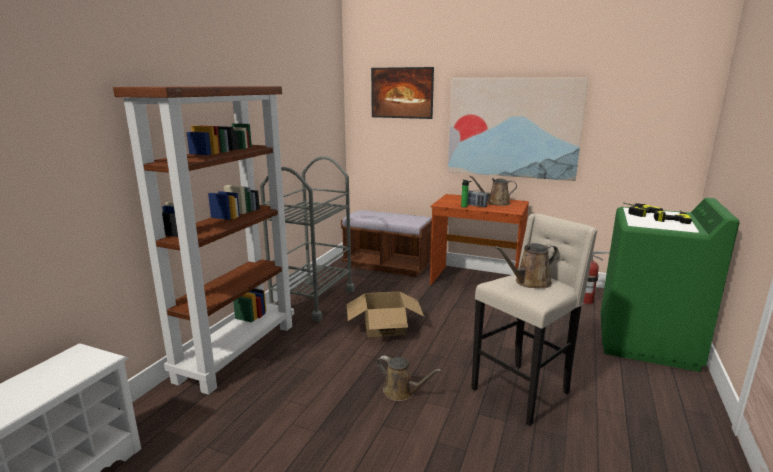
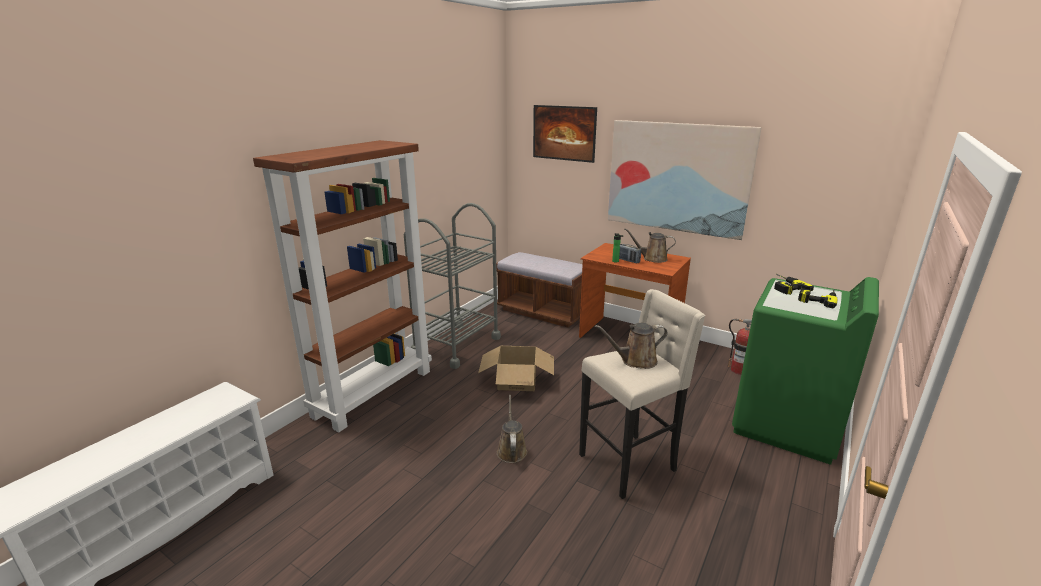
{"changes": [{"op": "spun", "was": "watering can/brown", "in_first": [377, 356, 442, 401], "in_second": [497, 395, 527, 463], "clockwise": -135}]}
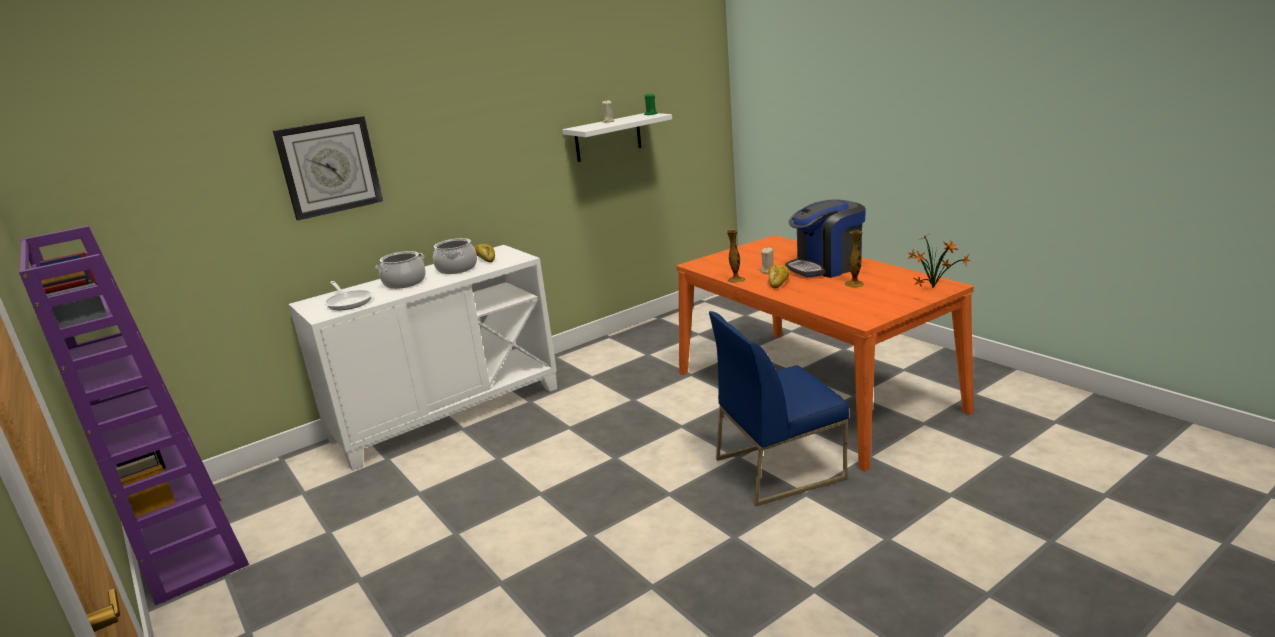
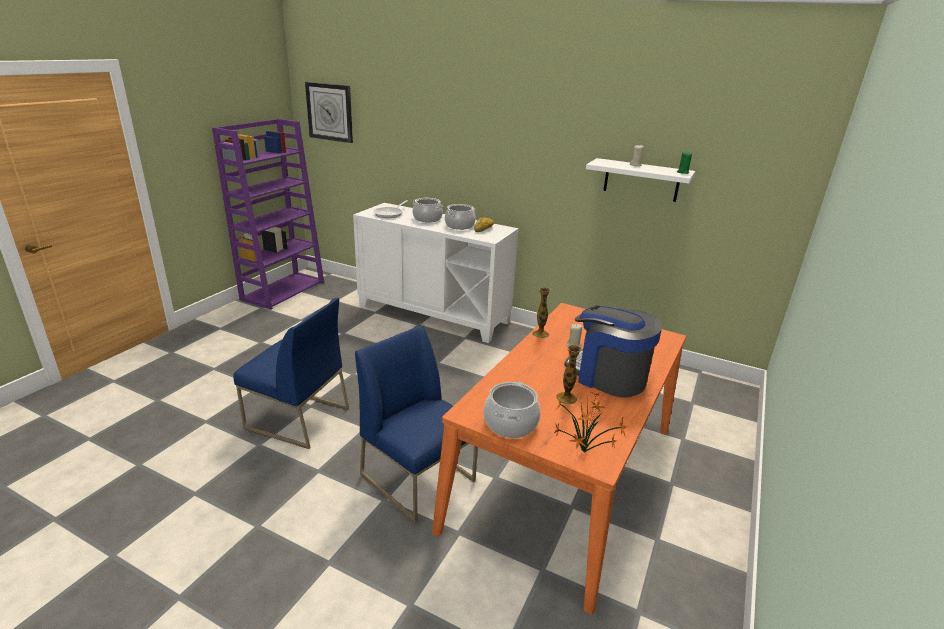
{"changes": [{"op": "appeared", "now": "chair/blue", "in_second": [233, 298, 349, 449]}, {"op": "relocated", "was": "wall clock", "in_first": [273, 116, 383, 220], "in_second": [305, 82, 353, 143]}, {"op": "appeared", "now": "cooking pot", "in_second": [484, 382, 541, 438]}, {"op": "missing", "was": "bread", "in_first": [768, 265, 790, 288]}]}
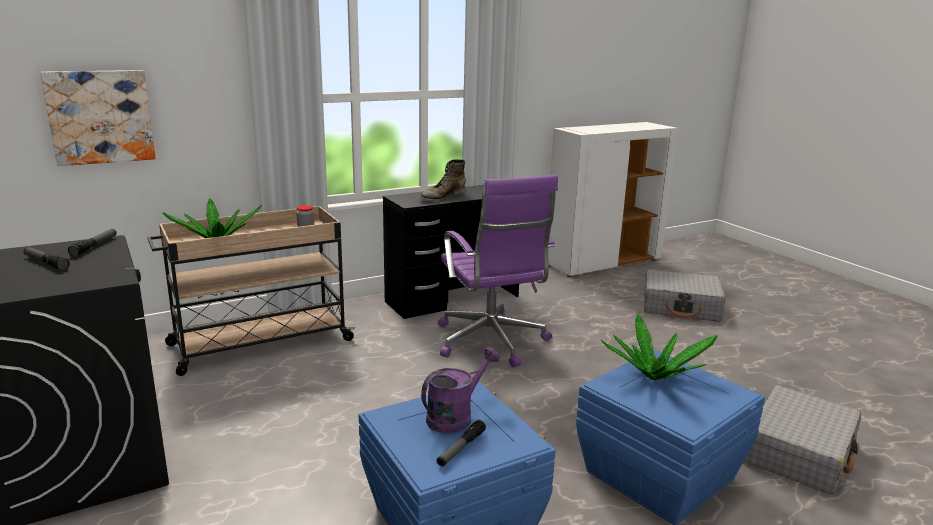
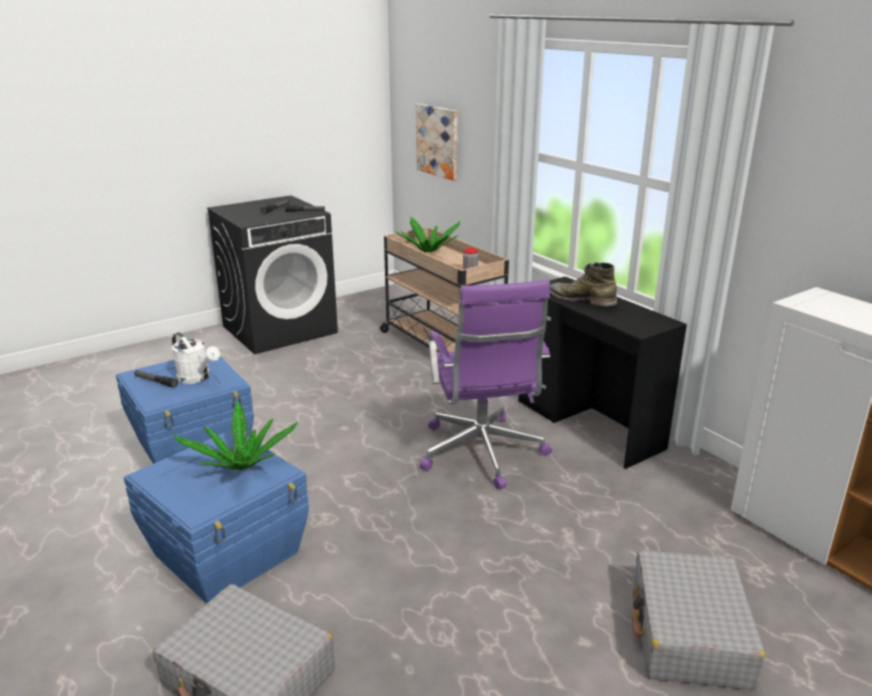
{"changes": [{"op": "colour", "was": "watering can/purple", "now": "watering can/white", "in_first": [421, 347, 500, 433], "in_second": [172, 332, 220, 384]}, {"op": "spun", "was": "office chair/purple", "in_first": [438, 175, 558, 367], "in_second": [420, 280, 552, 489], "clockwise": -75}]}
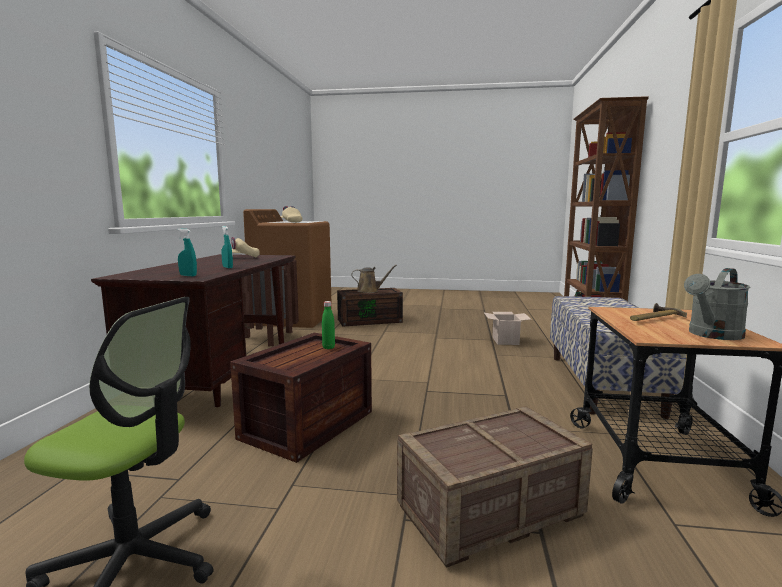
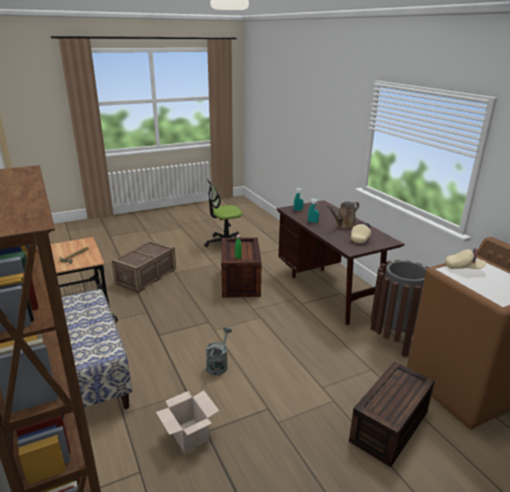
{"changes": [{"op": "relocated", "was": "watering can/grey", "in_first": [684, 268, 751, 340], "in_second": [206, 327, 232, 375]}, {"op": "relocated", "was": "watering can/brown", "in_first": [351, 265, 397, 293], "in_second": [327, 201, 359, 229]}]}
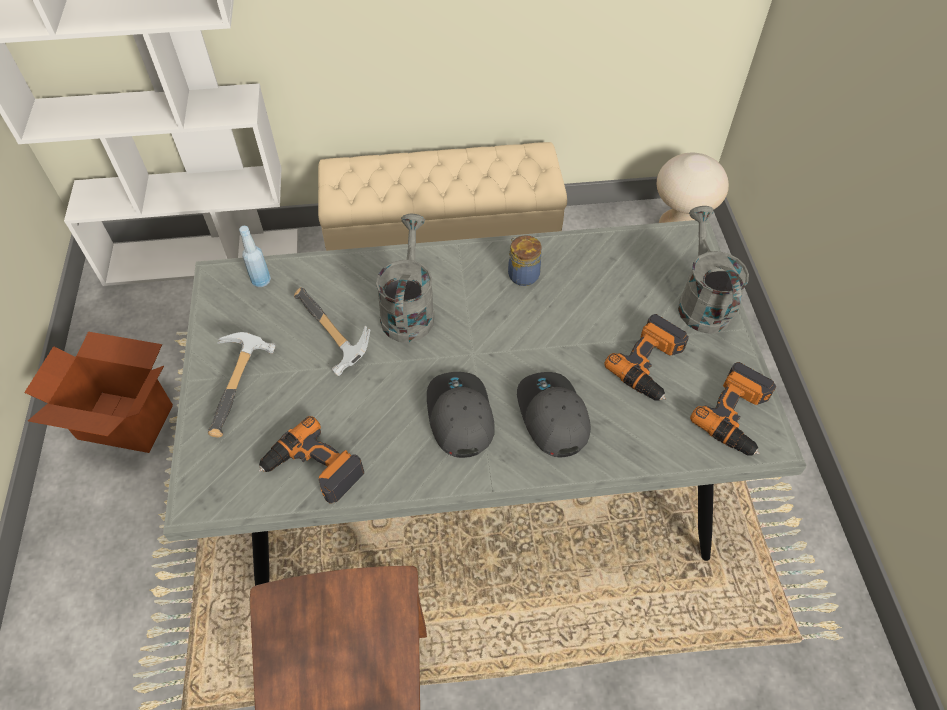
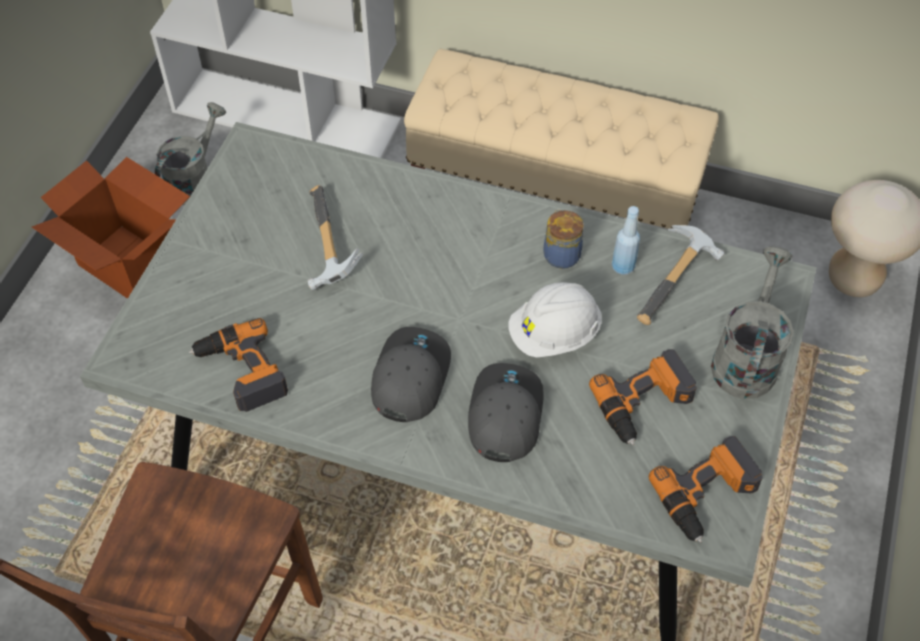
{"changes": [{"op": "relocated", "was": "watering can/grey", "in_first": [376, 214, 435, 343], "in_second": [155, 102, 226, 205]}, {"op": "appeared", "now": "hard hat/white", "in_second": [508, 282, 602, 358]}, {"op": "relocated", "was": "bottle/blue", "in_first": [239, 226, 271, 287], "in_second": [612, 206, 640, 275]}, {"op": "relocated", "was": "hammer", "in_first": [208, 332, 276, 438], "in_second": [637, 225, 725, 325]}]}
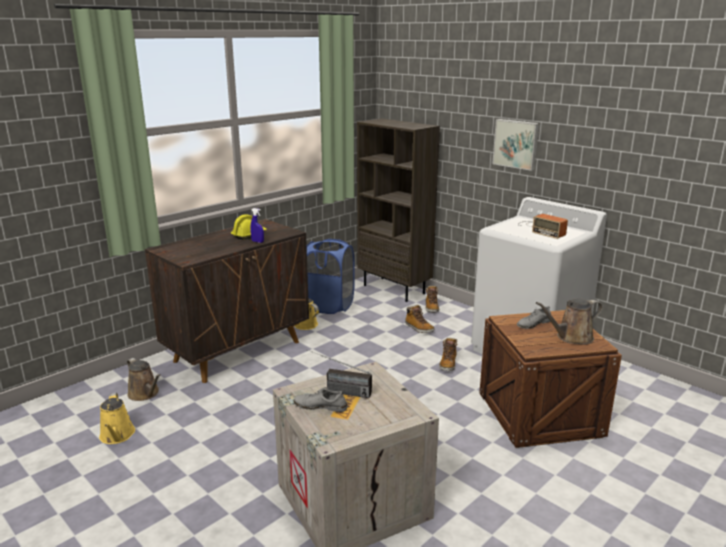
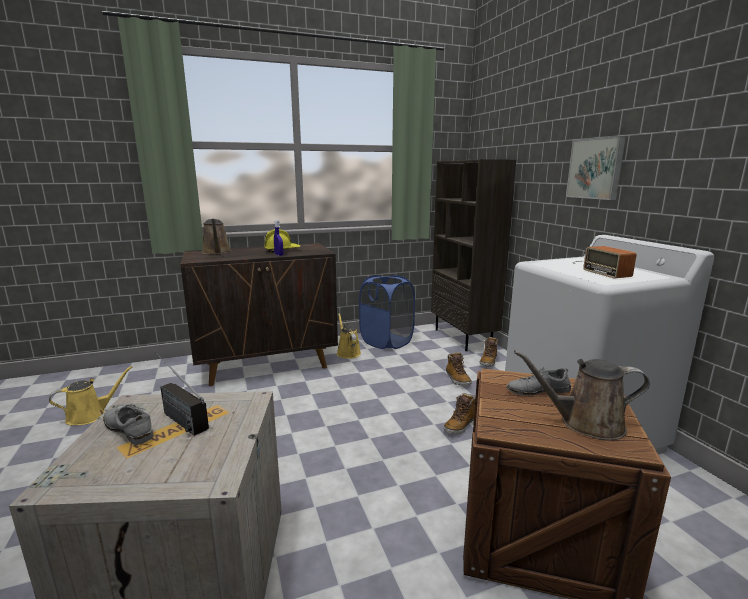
{"changes": [{"op": "spun", "was": "watering can/yellow", "in_first": [99, 393, 135, 444], "in_second": [49, 366, 132, 425], "clockwise": -135}, {"op": "relocated", "was": "watering can/brown", "in_first": [127, 358, 161, 401], "in_second": [202, 219, 232, 254]}]}
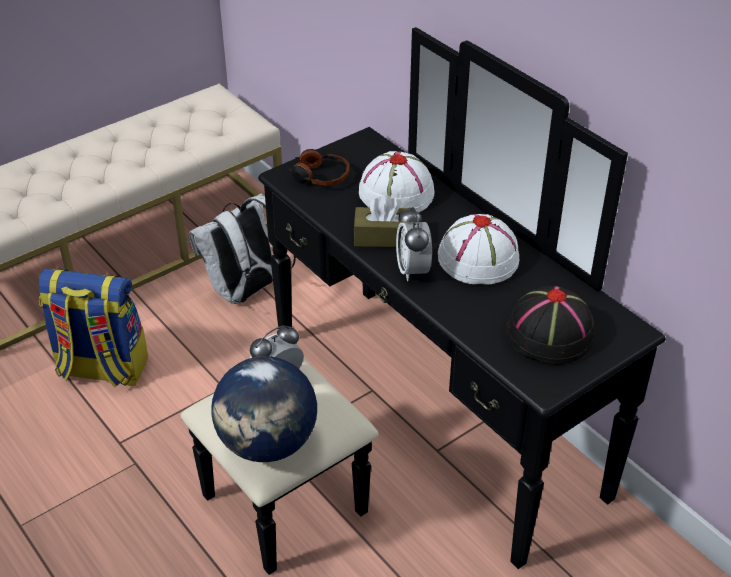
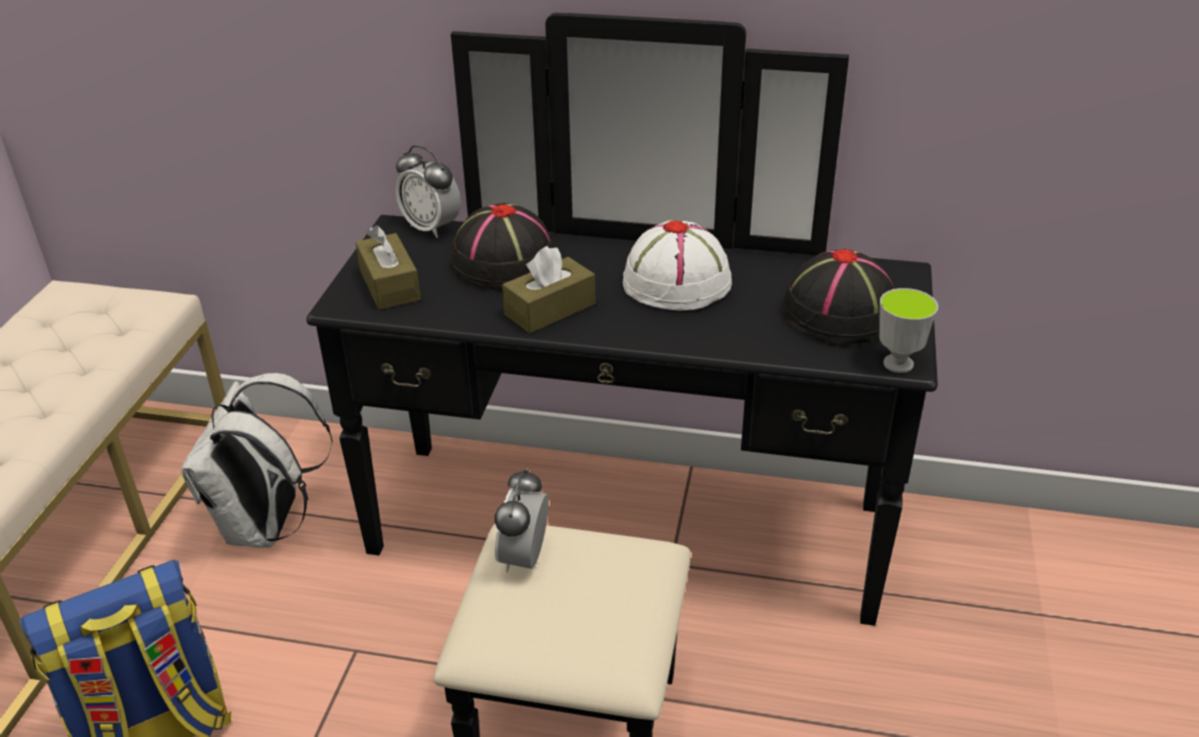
{"changes": [{"op": "exchanged", "was": "headphones", "now": "tissue box/brown", "in_first": [287, 149, 349, 186], "in_second": [356, 225, 421, 310]}, {"op": "relocated", "was": "alarm clock", "in_first": [396, 207, 432, 281], "in_second": [396, 145, 461, 238]}, {"op": "colour", "was": "hat/white", "now": "hat/black", "in_first": [359, 151, 434, 212], "in_second": [450, 203, 553, 289]}, {"op": "appeared", "now": "cup", "in_second": [879, 288, 938, 373]}, {"op": "missing", "was": "globe", "in_first": [211, 356, 317, 462]}]}
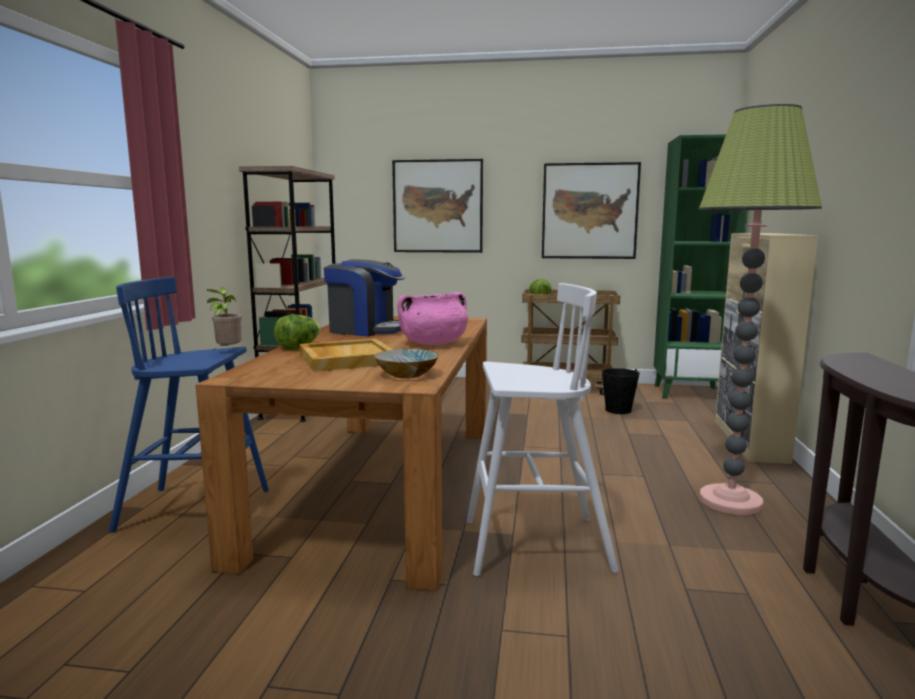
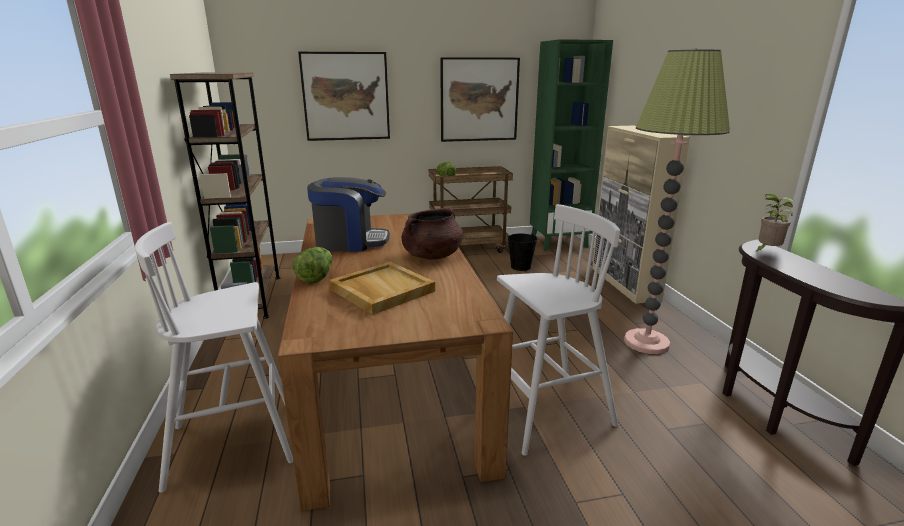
{"changes": [{"op": "colour", "was": "stool/blue", "now": "stool/white", "in_first": [109, 277, 269, 533], "in_second": [135, 222, 293, 493]}, {"op": "colour", "was": "cooking pot/pink", "now": "cooking pot/brown", "in_first": [397, 292, 468, 345], "in_second": [402, 207, 463, 259]}, {"op": "relocated", "was": "potted plant", "in_first": [206, 287, 242, 346], "in_second": [755, 194, 794, 252]}, {"op": "missing", "was": "bowl", "in_first": [374, 349, 439, 379]}]}
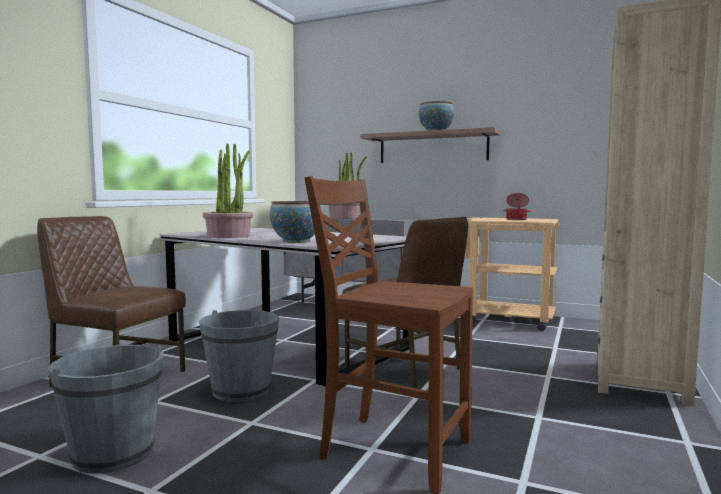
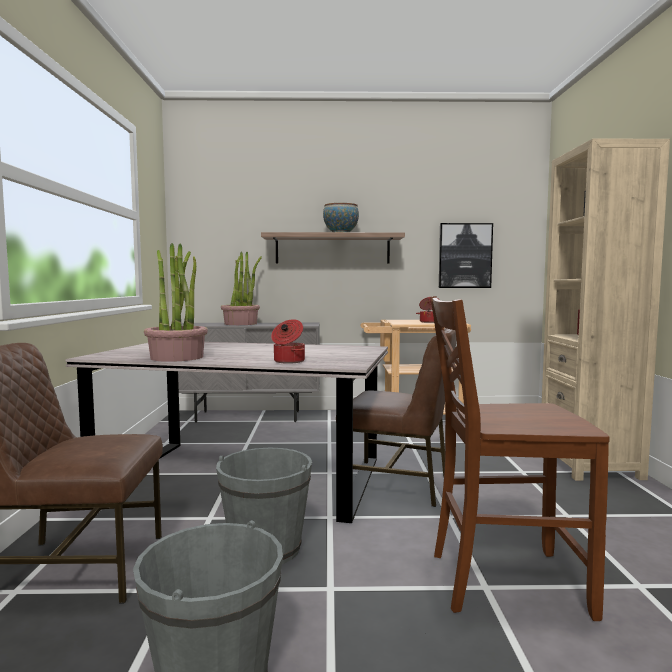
{"changes": [{"op": "exchanged", "was": "bowl", "now": "cooking pot", "in_first": [270, 201, 322, 243], "in_second": [271, 319, 305, 364]}, {"op": "appeared", "now": "picture", "in_second": [439, 223, 493, 288]}]}
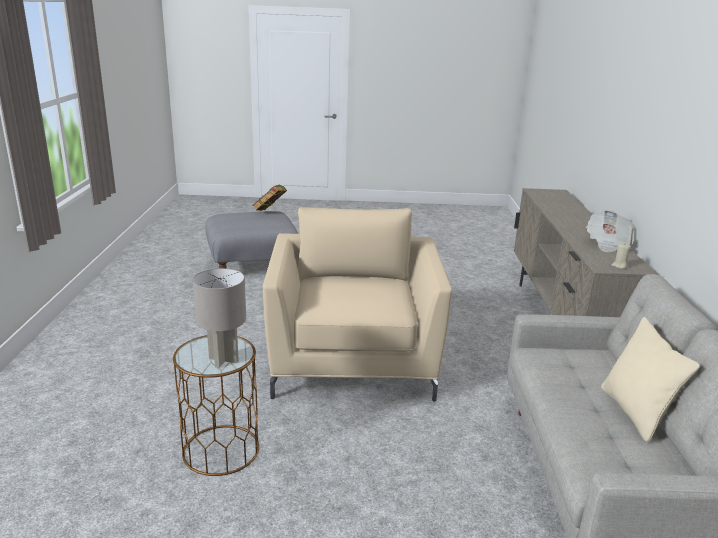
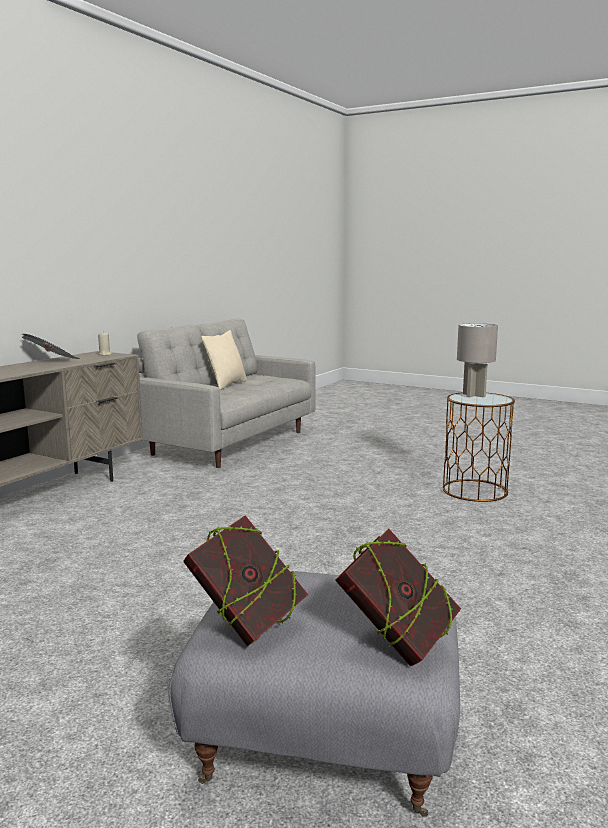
{"changes": [{"op": "appeared", "now": "book", "in_second": [335, 529, 461, 666]}, {"op": "missing", "was": "armchair/beige", "in_first": [263, 207, 452, 402]}]}
